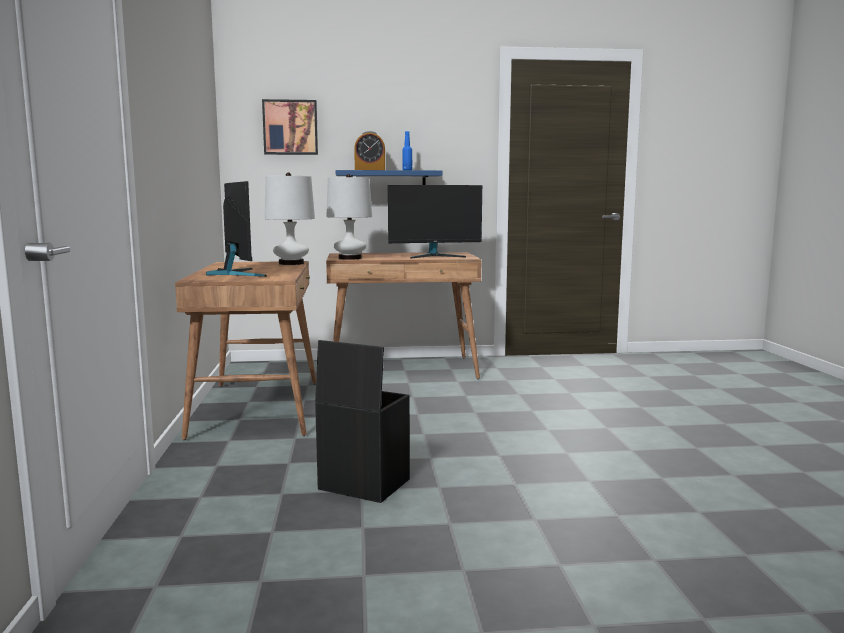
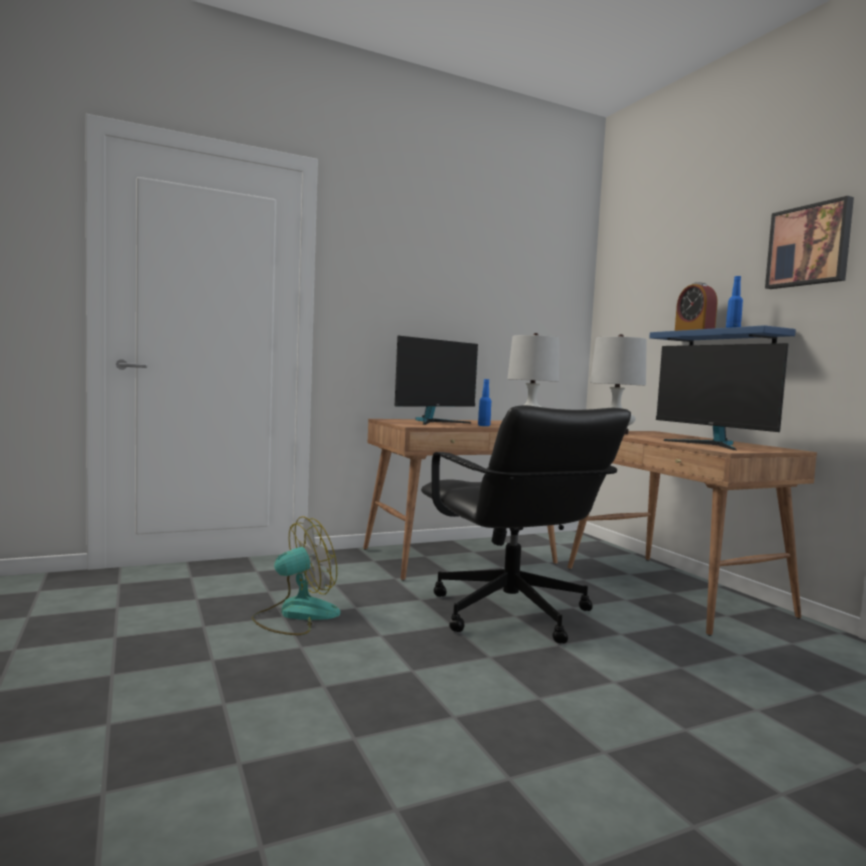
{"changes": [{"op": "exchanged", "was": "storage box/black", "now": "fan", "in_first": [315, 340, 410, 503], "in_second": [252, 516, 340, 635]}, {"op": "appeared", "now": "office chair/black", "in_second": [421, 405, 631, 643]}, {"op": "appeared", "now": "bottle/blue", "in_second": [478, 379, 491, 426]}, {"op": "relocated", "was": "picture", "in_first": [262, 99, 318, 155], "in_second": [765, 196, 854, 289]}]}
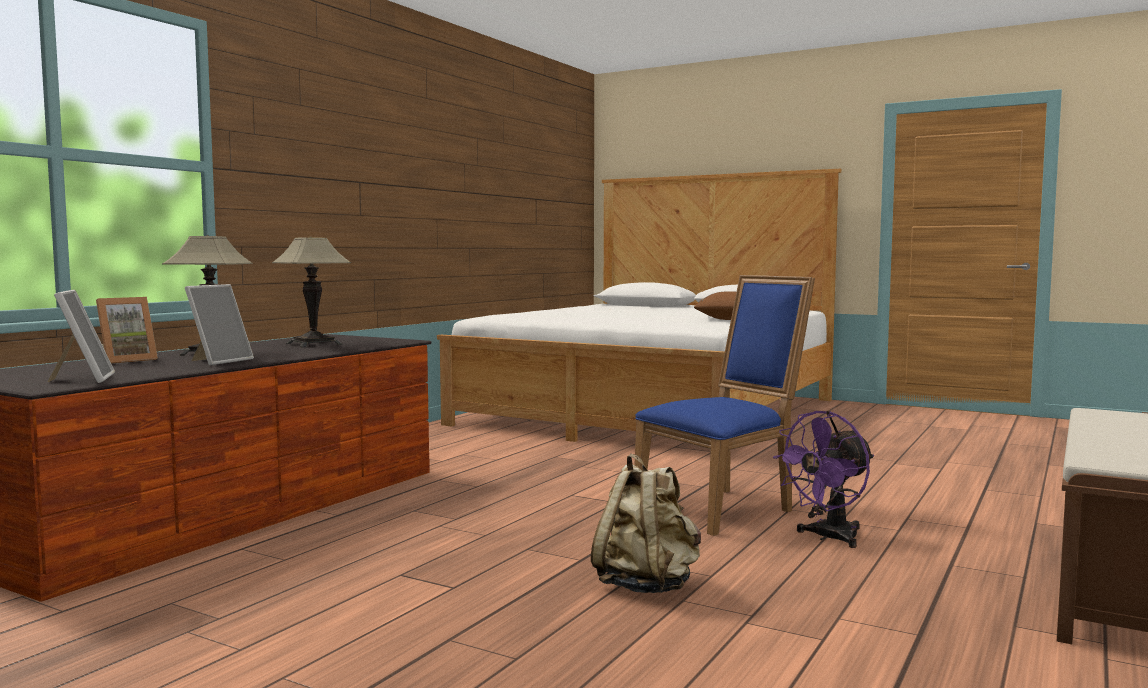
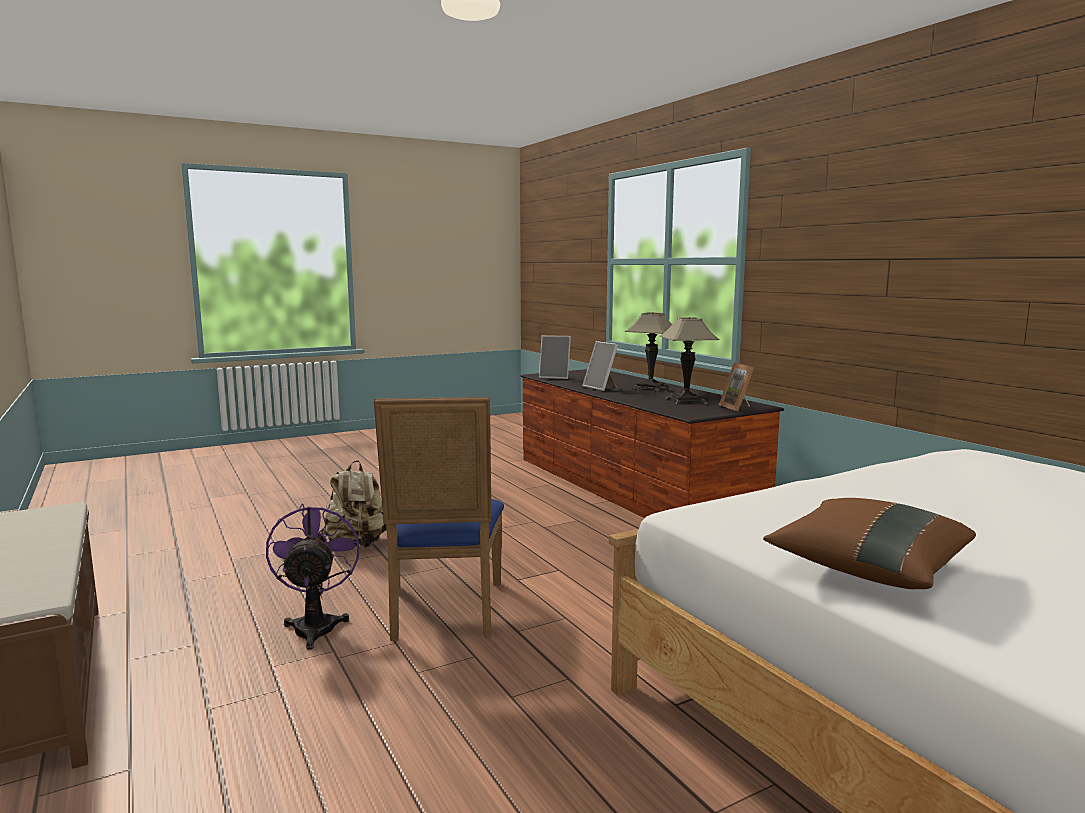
{"changes": [{"op": "relocated", "was": "picture frame", "in_first": [96, 297, 158, 364], "in_second": [719, 363, 754, 411]}]}
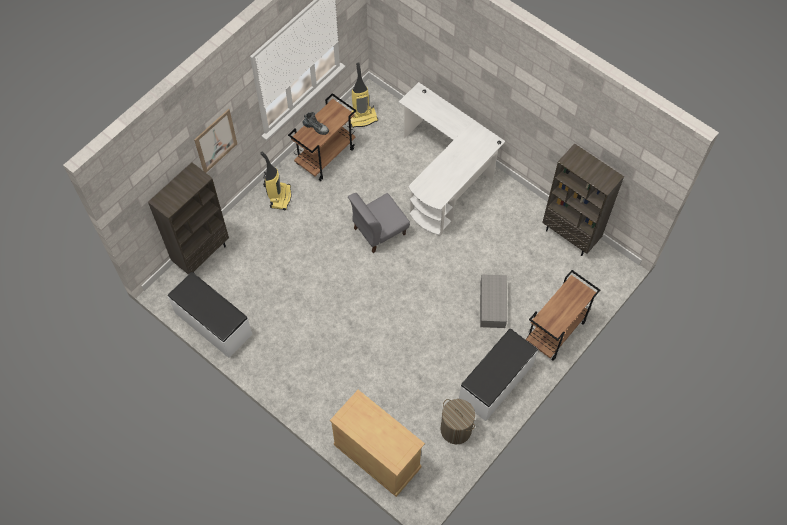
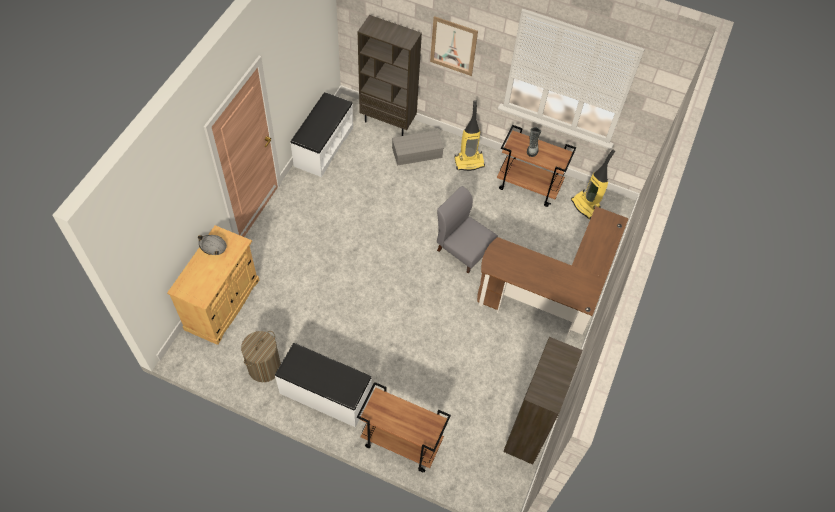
{"changes": [{"op": "appeared", "now": "hard hat/grey", "in_second": [198, 235, 227, 255]}, {"op": "relocated", "was": "storage box/grey", "in_first": [480, 274, 507, 328], "in_second": [392, 130, 444, 166]}, {"op": "colour", "was": "desk/white", "now": "desk/brown", "in_first": [399, 82, 505, 236], "in_second": [477, 206, 629, 340]}]}
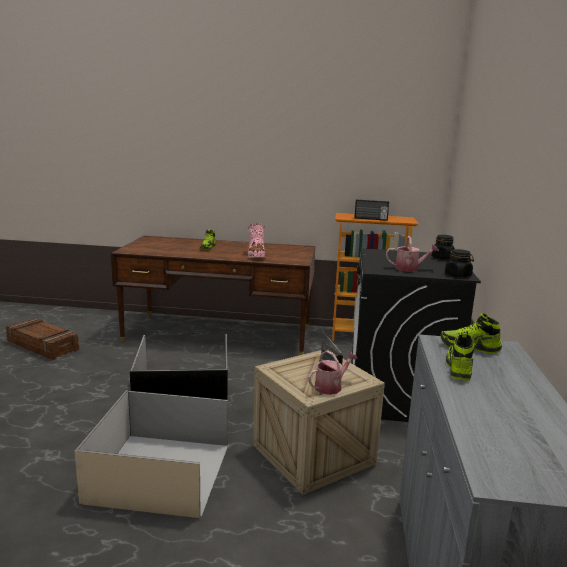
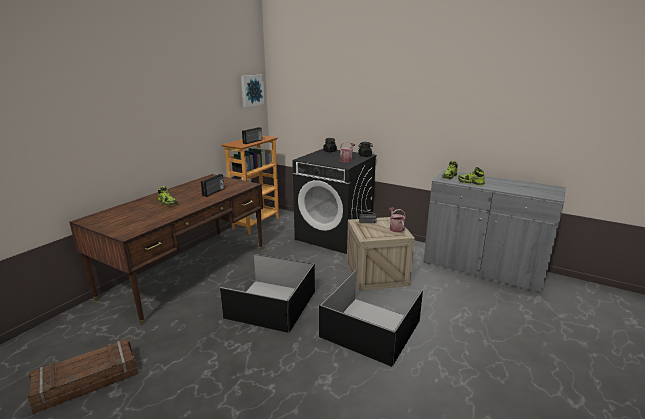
{"changes": [{"op": "exchanged", "was": "boot/pink", "now": "radio", "in_first": [248, 223, 265, 258], "in_second": [201, 174, 224, 197]}, {"op": "appeared", "now": "picture", "in_second": [241, 75, 265, 107]}, {"op": "colour", "was": "storage box/beige", "now": "storage box/black", "in_first": [75, 390, 228, 518], "in_second": [319, 271, 423, 367]}]}
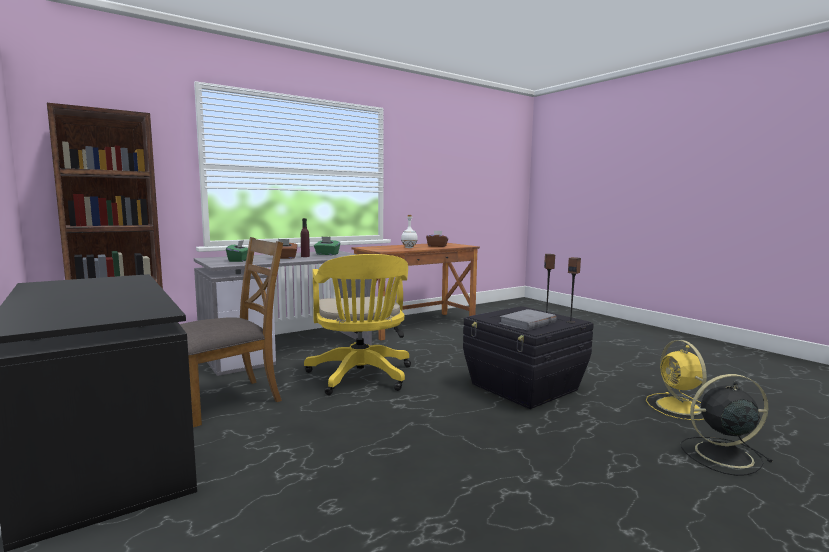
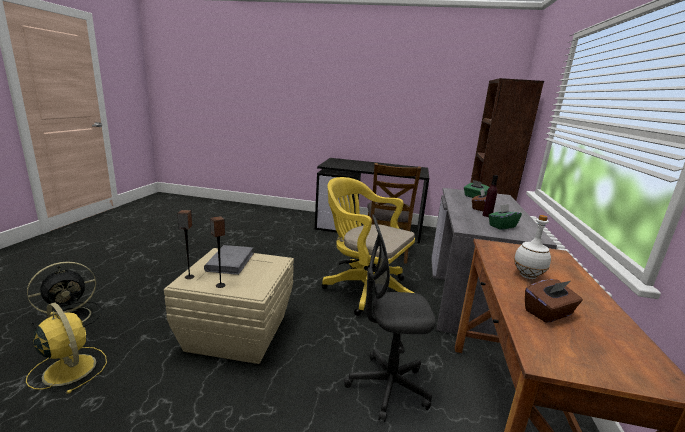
{"changes": [{"op": "colour", "was": "storage box/black", "now": "storage box/beige", "in_first": [463, 306, 594, 409], "in_second": [164, 248, 294, 364]}, {"op": "appeared", "now": "office chair/grey", "in_second": [344, 214, 436, 422]}]}
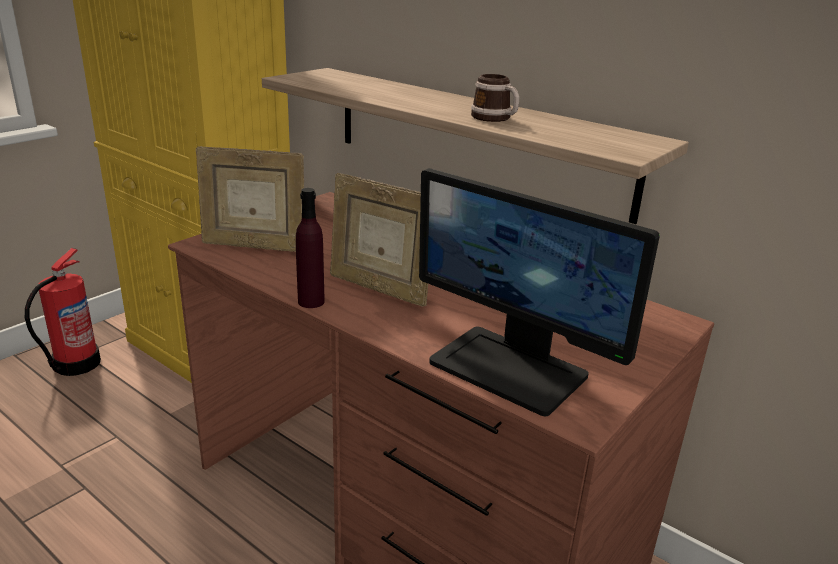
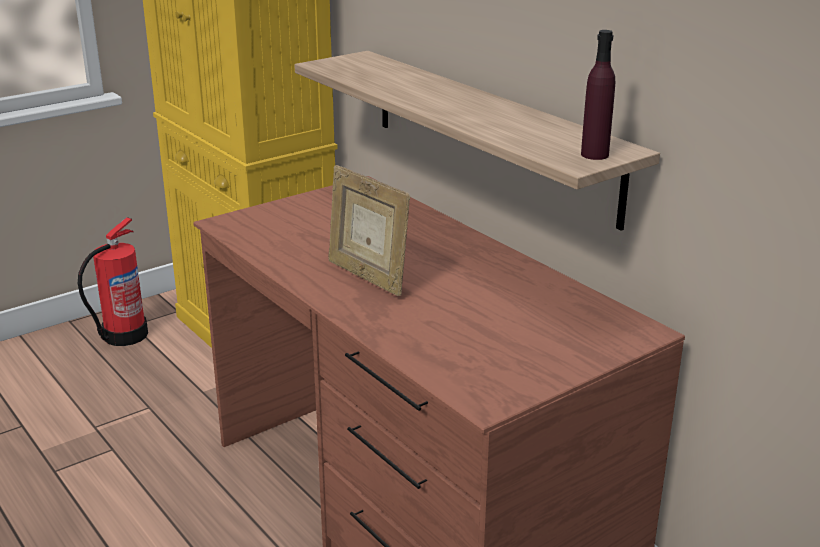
{"changes": [{"op": "relocated", "was": "bottle/purple", "in_first": [296, 188, 325, 308], "in_second": [581, 30, 615, 160]}, {"op": "missing", "was": "picture frame", "in_first": [196, 146, 304, 252]}, {"op": "missing", "was": "monitor", "in_first": [419, 168, 660, 416]}, {"op": "missing", "was": "mug", "in_first": [471, 74, 519, 122]}]}
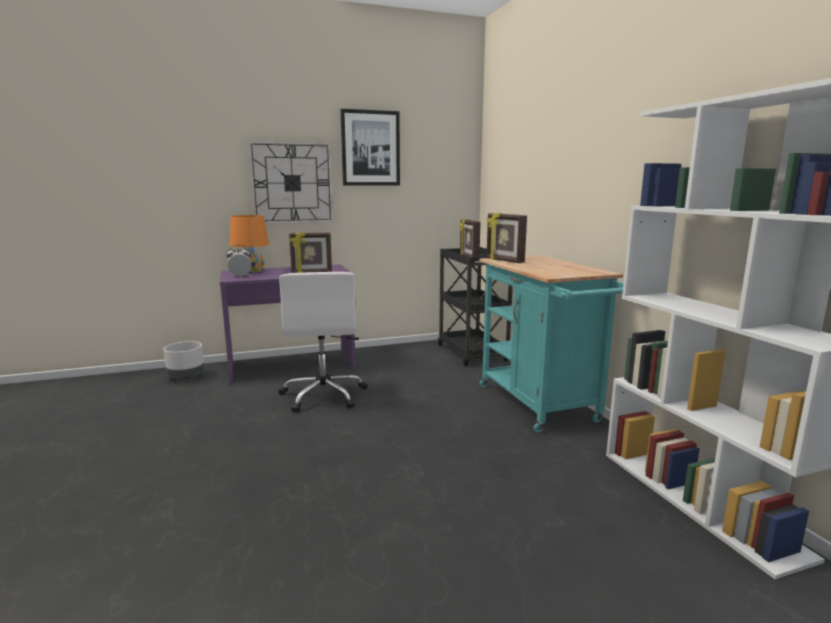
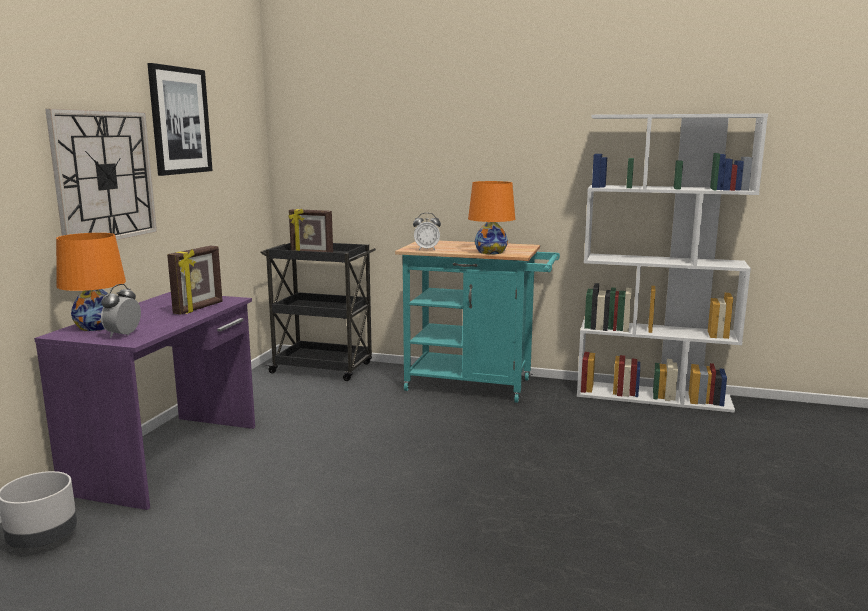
{"changes": [{"op": "exchanged", "was": "picture frame", "now": "alarm clock", "in_first": [486, 212, 527, 263], "in_second": [413, 213, 441, 250]}, {"op": "appeared", "now": "table lamp/orange", "in_second": [468, 181, 515, 254]}, {"op": "missing", "was": "office chair/white", "in_first": [278, 272, 368, 412]}]}
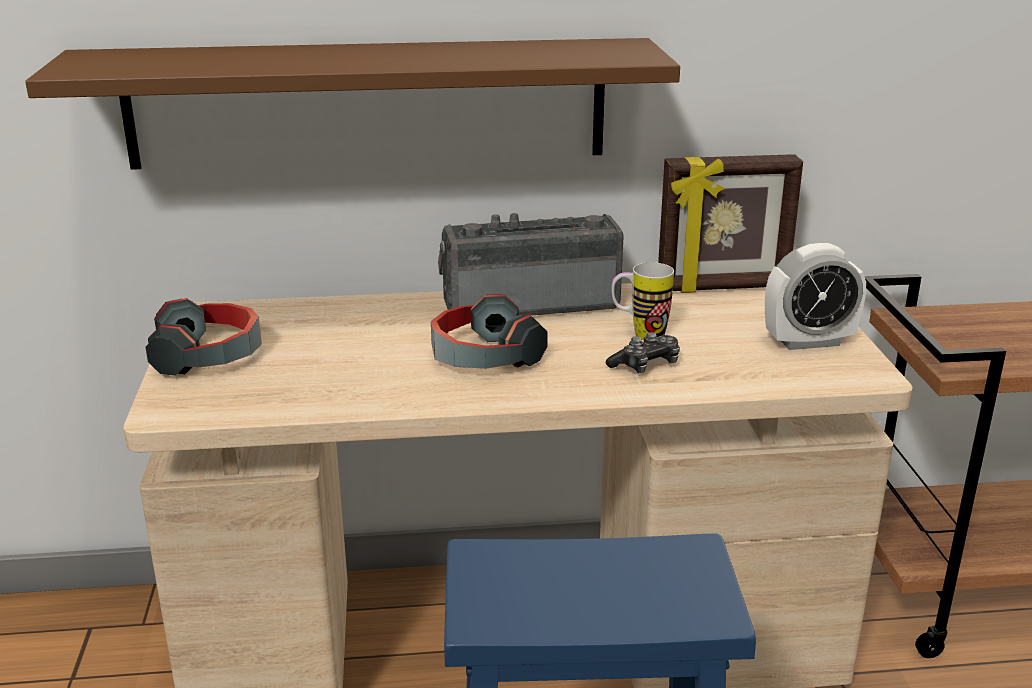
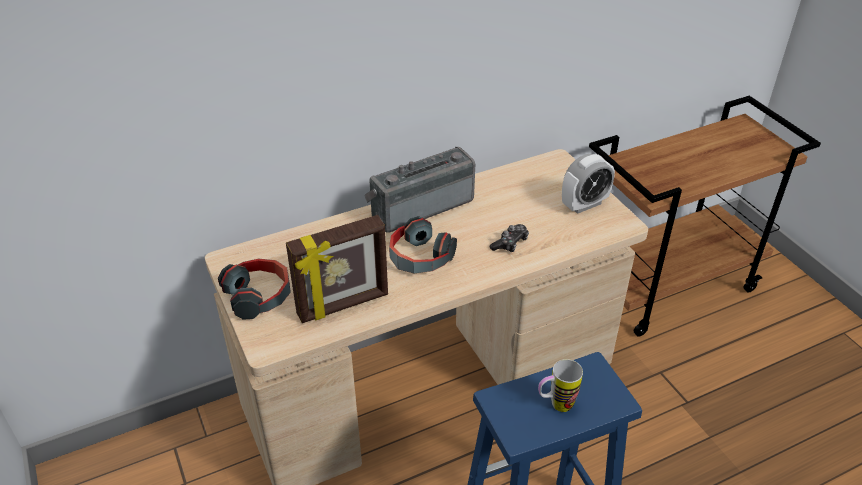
{"changes": [{"op": "relocated", "was": "picture frame", "in_first": [658, 154, 803, 293], "in_second": [286, 215, 388, 323]}, {"op": "relocated", "was": "mug", "in_first": [611, 262, 674, 340], "in_second": [538, 359, 583, 412]}, {"op": "missing", "was": "shelf/brown", "in_first": [25, 38, 680, 170]}]}
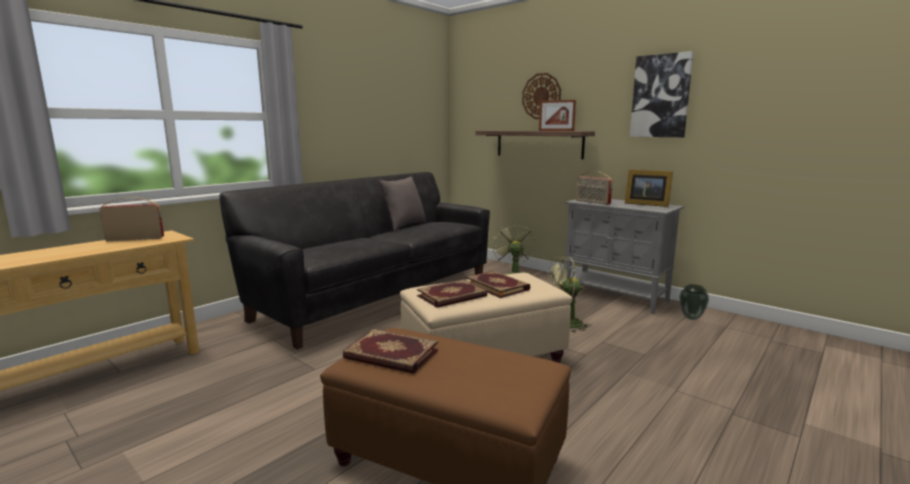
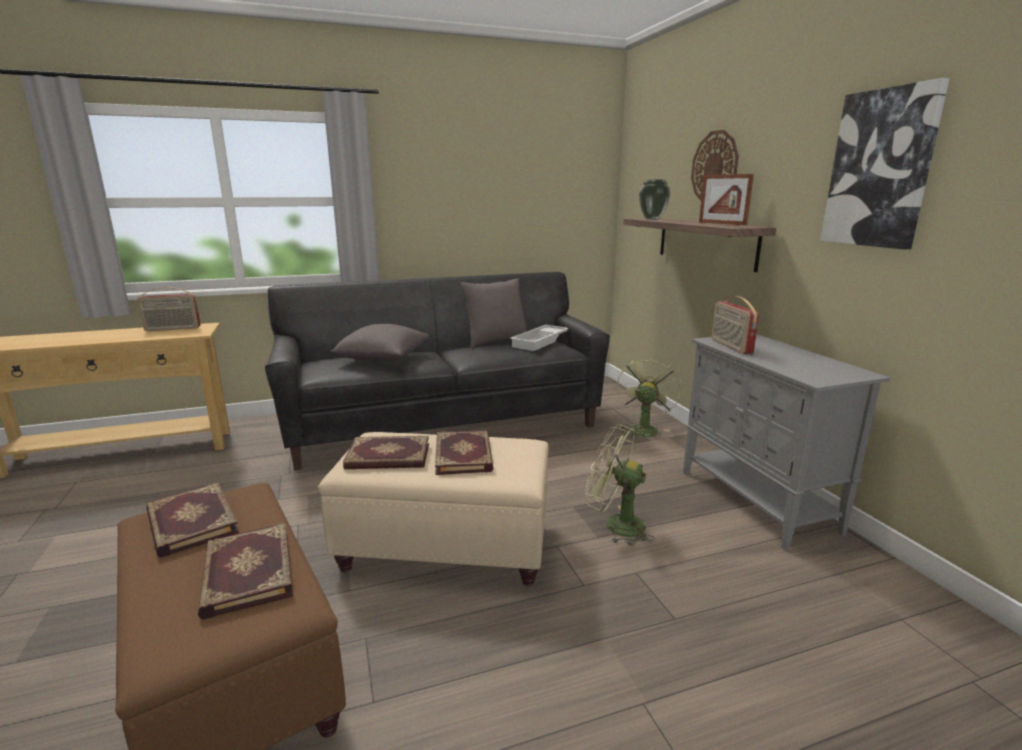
{"changes": [{"op": "spun", "was": "radio", "in_first": [99, 197, 164, 242], "in_second": [138, 287, 201, 331], "clockwise": 150}, {"op": "appeared", "now": "book", "in_second": [198, 523, 293, 619]}, {"op": "appeared", "now": "pillow/grey", "in_second": [330, 324, 429, 361]}, {"op": "appeared", "now": "tray/white", "in_second": [510, 325, 568, 351]}, {"op": "relocated", "was": "vase", "in_first": [679, 284, 709, 320], "in_second": [639, 179, 670, 220]}, {"op": "missing", "was": "picture frame", "in_first": [625, 169, 673, 207]}]}
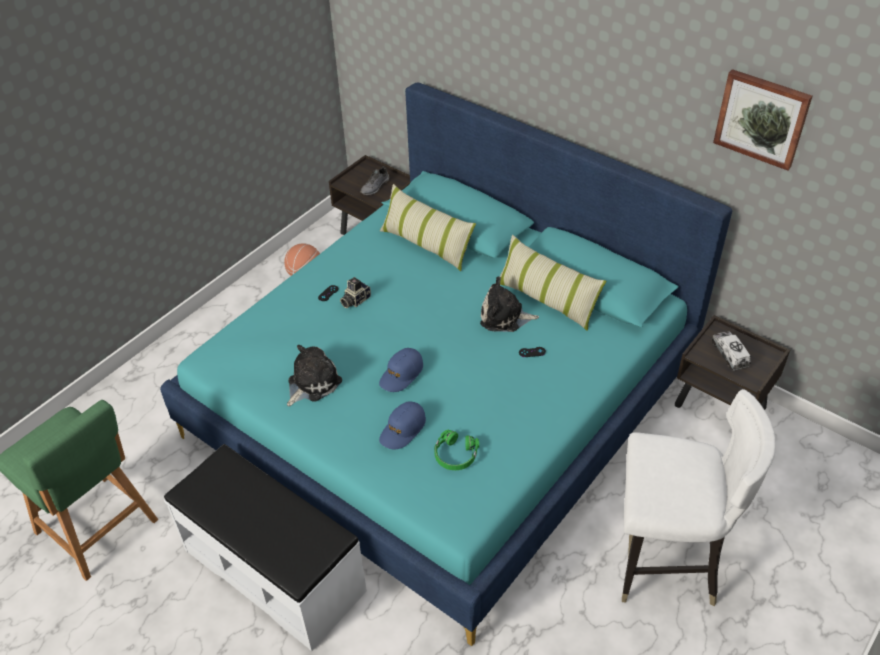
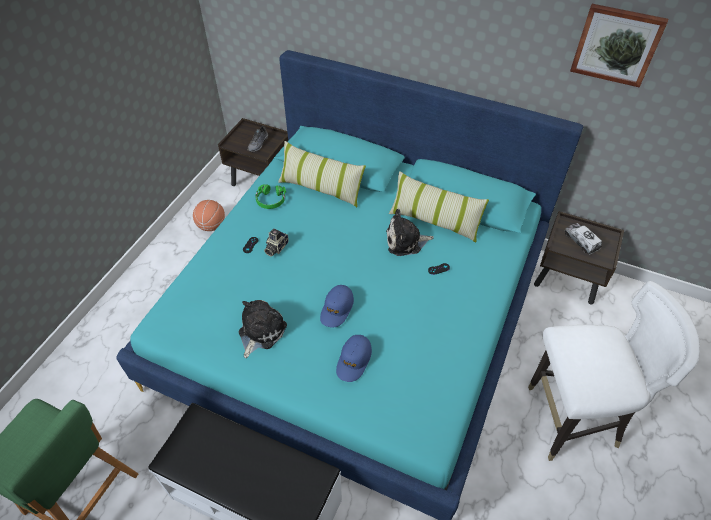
{"changes": [{"op": "relocated", "was": "headphones/green", "in_first": [434, 429, 479, 470], "in_second": [255, 184, 286, 209]}]}
